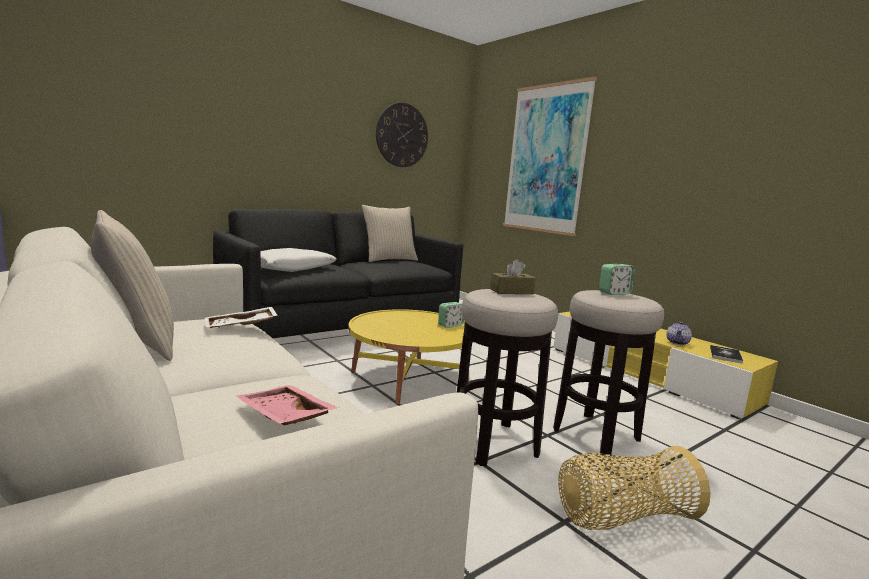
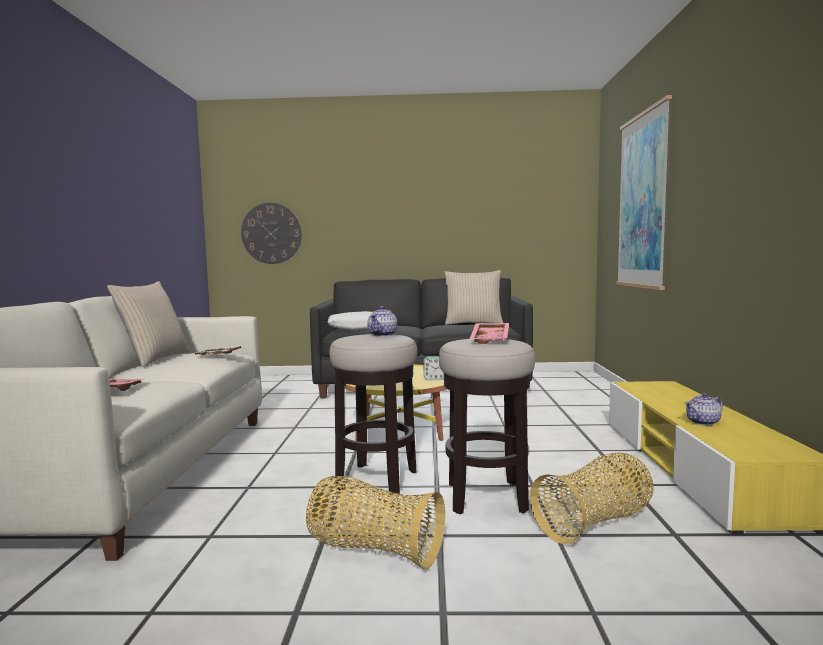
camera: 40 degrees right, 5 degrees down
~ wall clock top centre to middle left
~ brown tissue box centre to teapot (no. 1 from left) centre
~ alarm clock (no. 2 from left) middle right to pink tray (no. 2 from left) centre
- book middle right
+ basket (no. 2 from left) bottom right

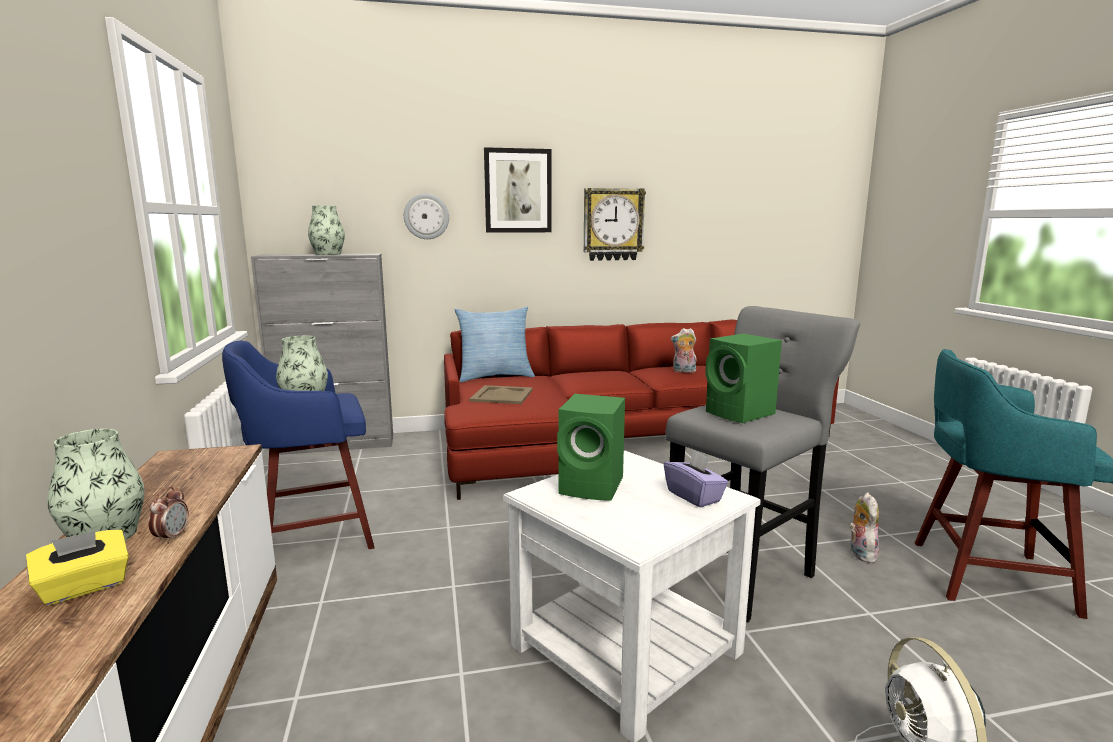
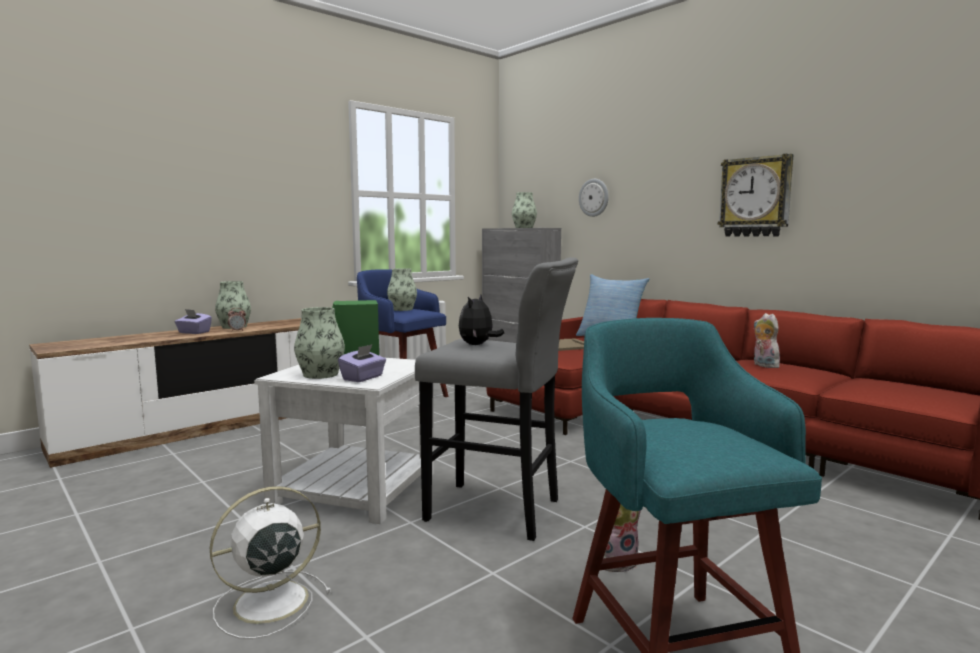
camera: 60 degrees right, 5 degrees down
- picture top centre
~ green speaker (no. 2 from left) middle right to plush toy (no. 1 from left) centre
~ yellow tissue box bottom left to purple tissue box (no. 1 from left) middle left
+ vase (no. 2 from left) middle left

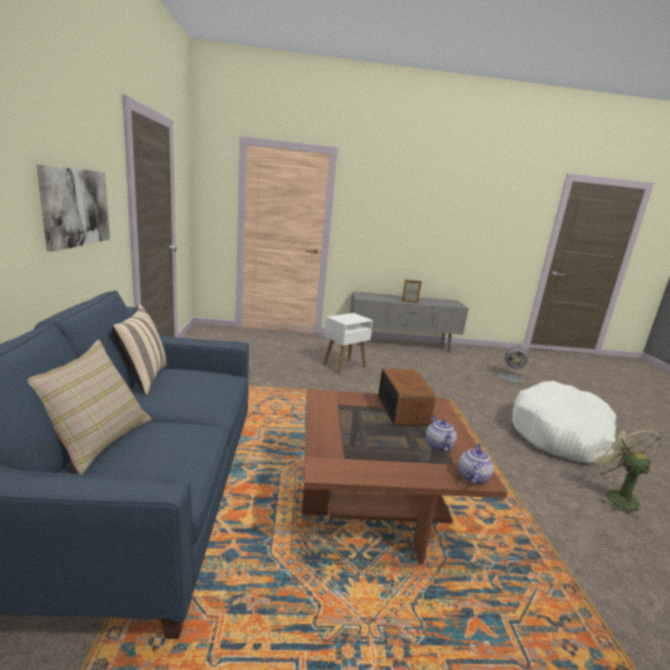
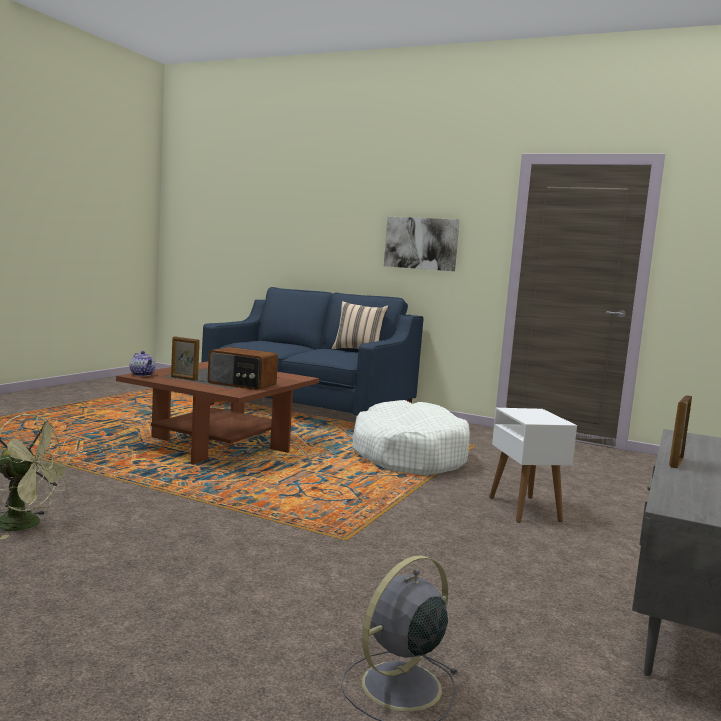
camera: 120 degrees right, 10 degrees down
- beige pillow (no. 1 from left) middle left
~ white dog bed middle right to centre
~ teapot (no. 1 from left) centre to picture frame (no. 1 from left) middle left

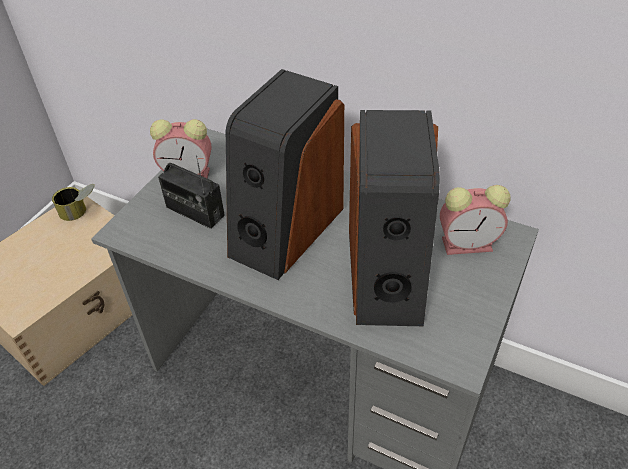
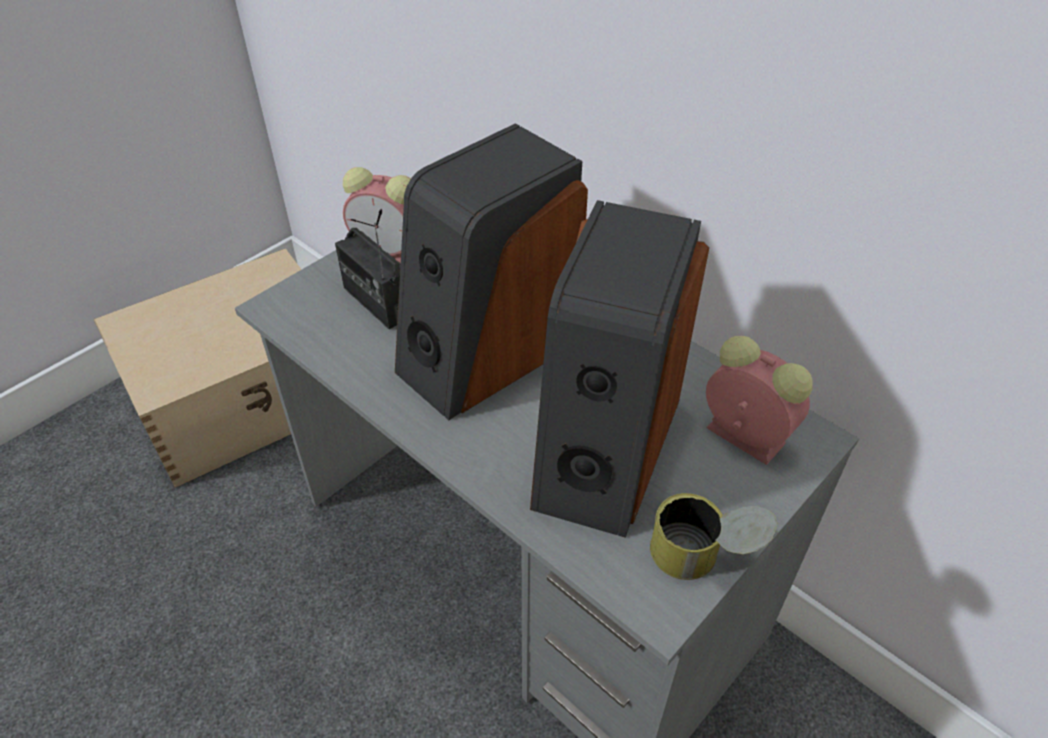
camera: 15 degrees right, 0 degrees up
~ can middle left to bottom right
~ alarm clock (no. 2 from left) middle right = middle right 150 degrees counterclockwise

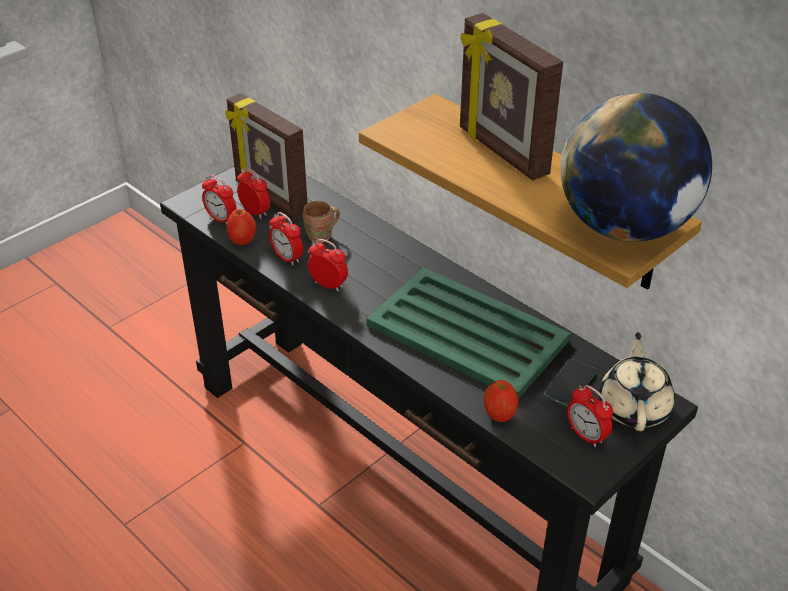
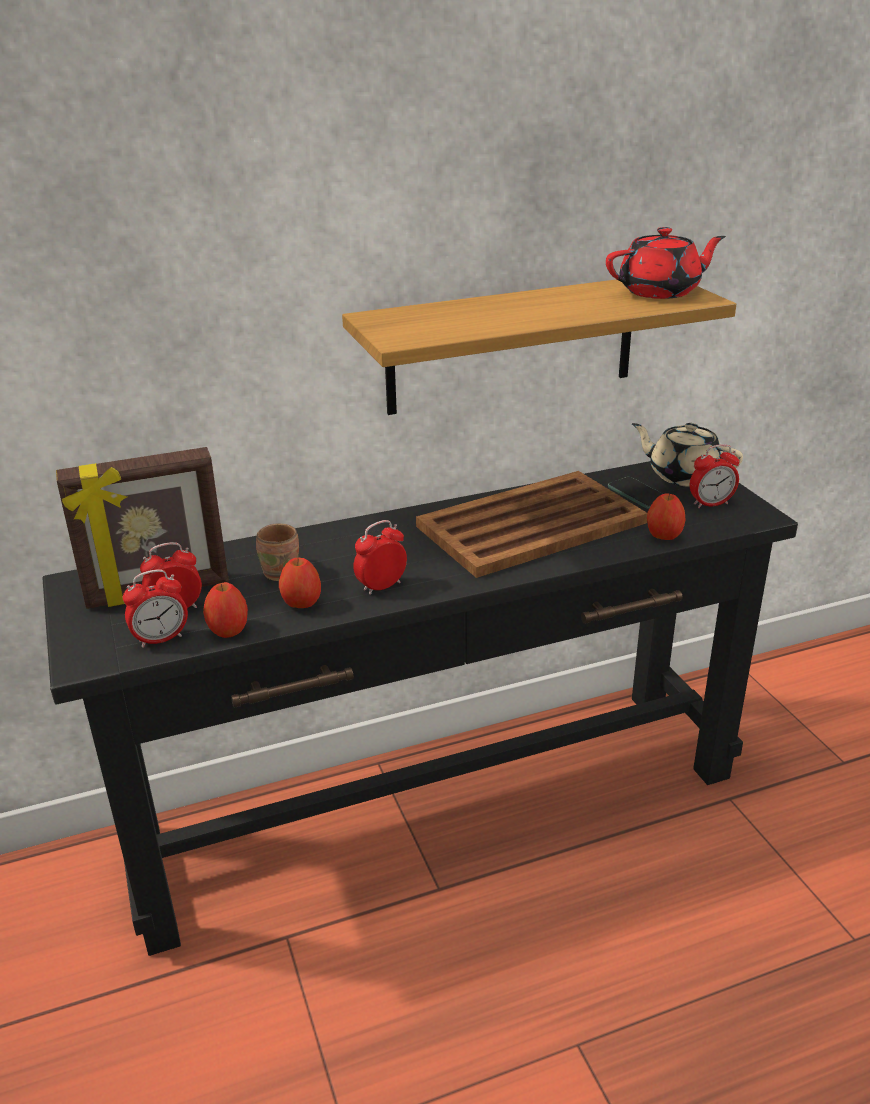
camera: 65 degrees left, 10 degrees down
- picture frame (no. 2 from left) top centre
~ globe top right to red teapot top right
~ alarm clock (no. 3 from left) centre to apple (no. 2 from left) centre
~ green tray centre to brown tray centre

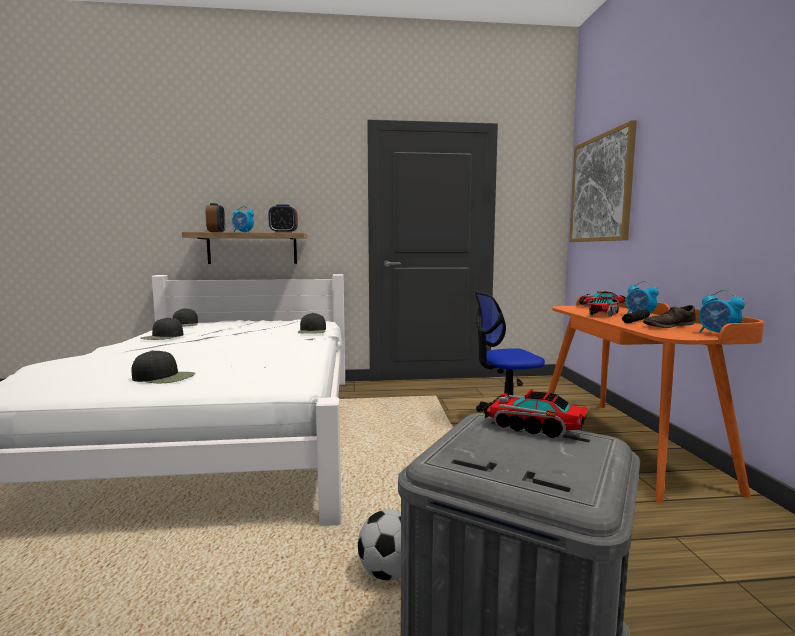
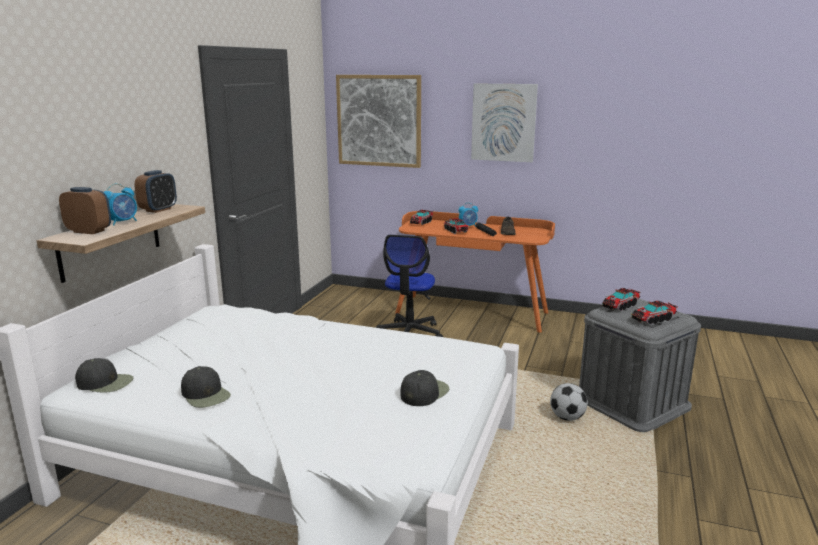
camera: 65 degrees left, 10 degrees up
- alarm clock (no. 5 from left) middle right
- black cap (no. 4 from left) centre
+ picture (no. 2 from left) top centre
+ toy truck (no. 4 from left) middle right

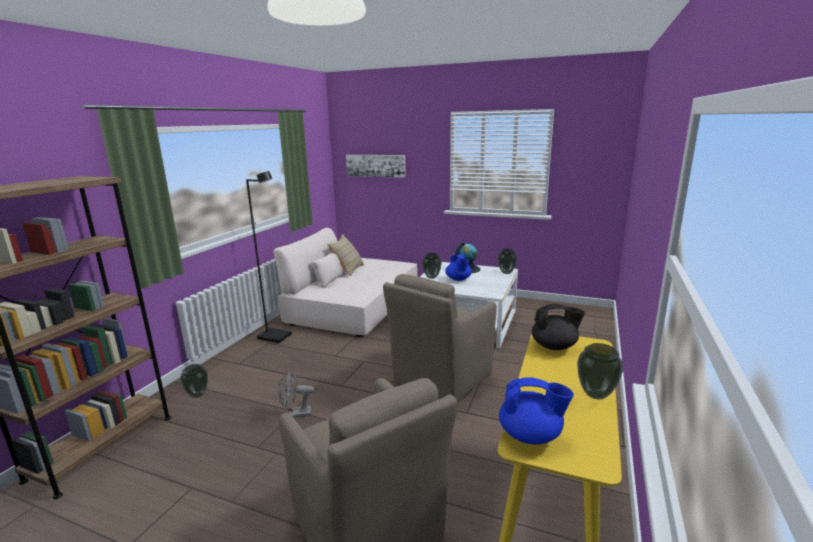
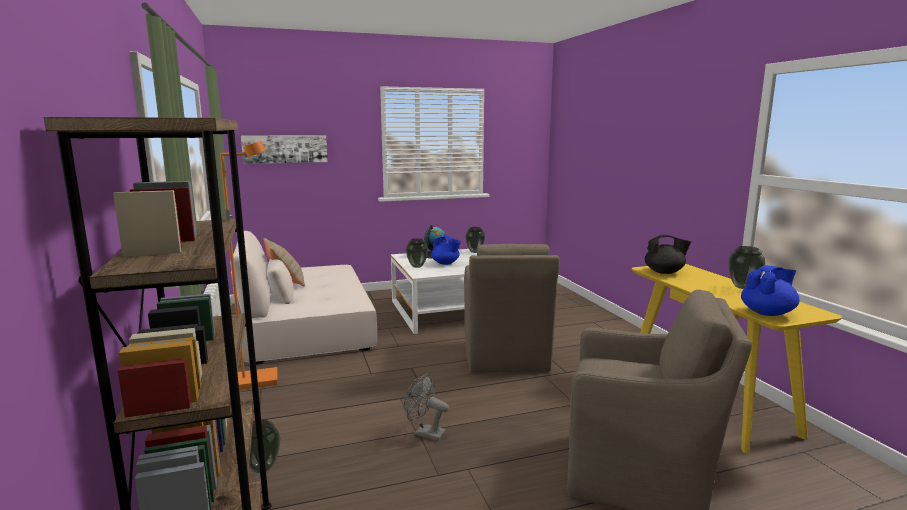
camera: 40 degrees left, 5 degrees down
~ black floor lamp middle left to orange floor lamp middle left
~ black teapot middle right = middle right 45 degrees clockwise
~ grey fan bottom centre = bottom centre 75 degrees clockwise

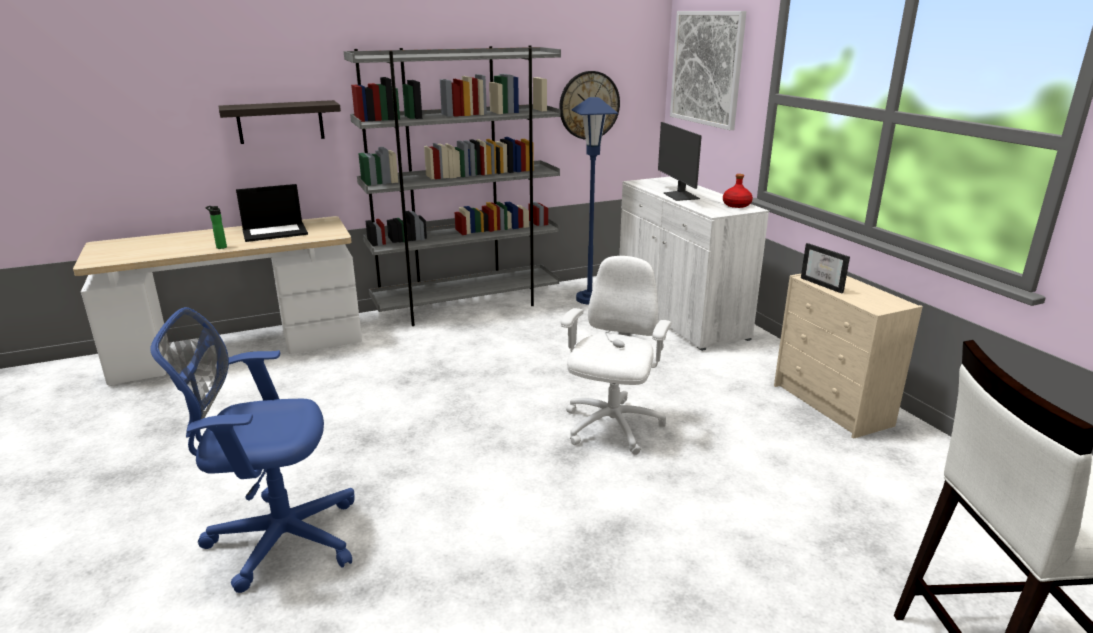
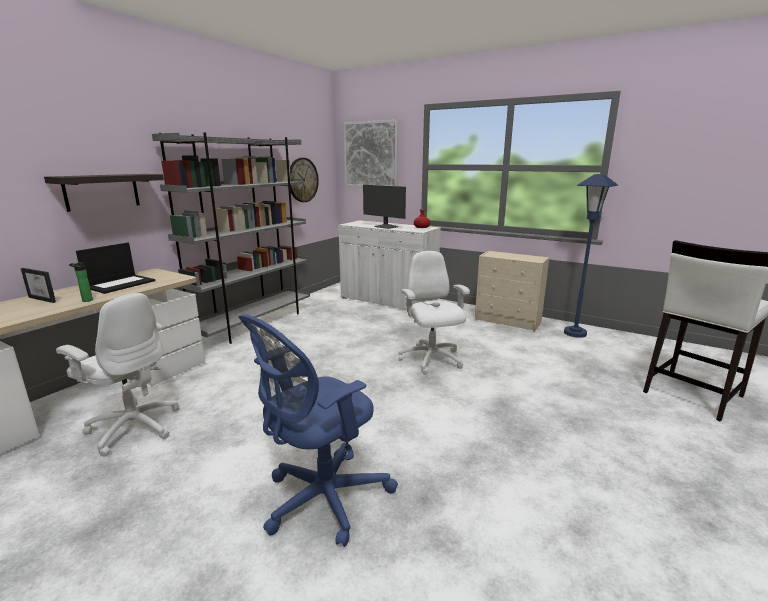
camera: 35 degrees left, 5 degrees down
~ blue floor lamp top centre to middle right
~ picture frame middle right to middle left
+ white office chair (no. 1 from left) middle left

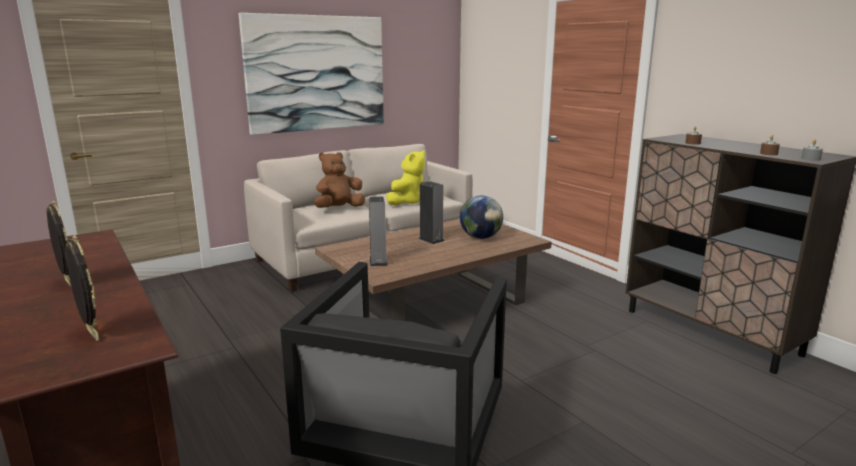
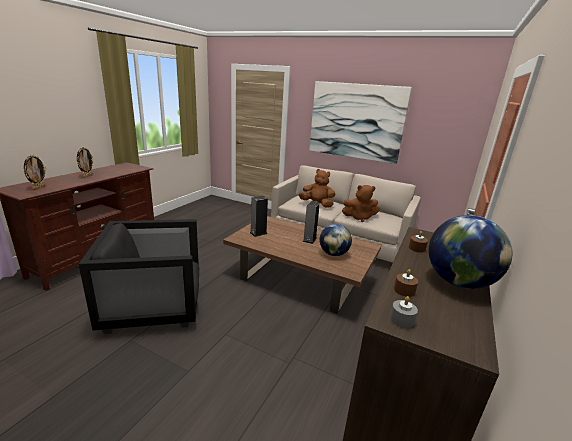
camera: 60 degrees right, 5 degrees up
~ yellow plush toy centre to brown plush toy (no. 2 from left) centre
+ globe (no. 2 from left) middle right

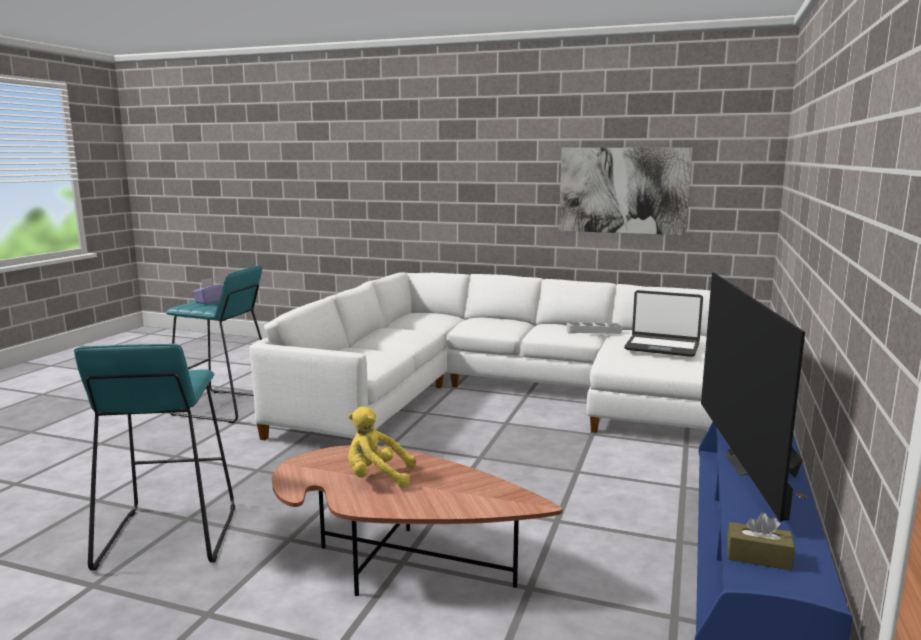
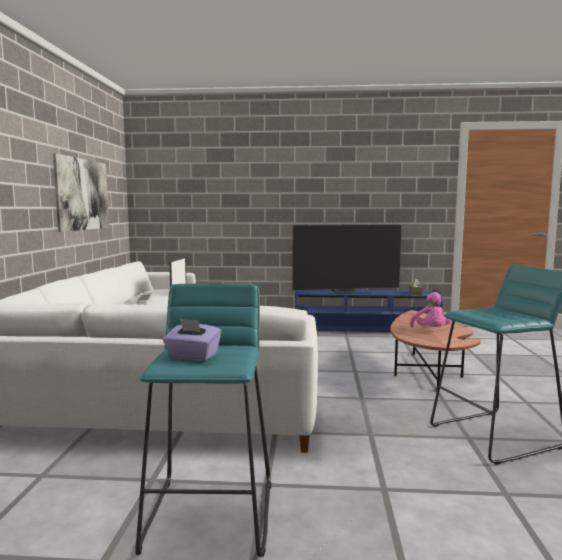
camera: 105 degrees left, 5 degrees down
~ yellow plush toy bottom centre to pink plush toy middle right

